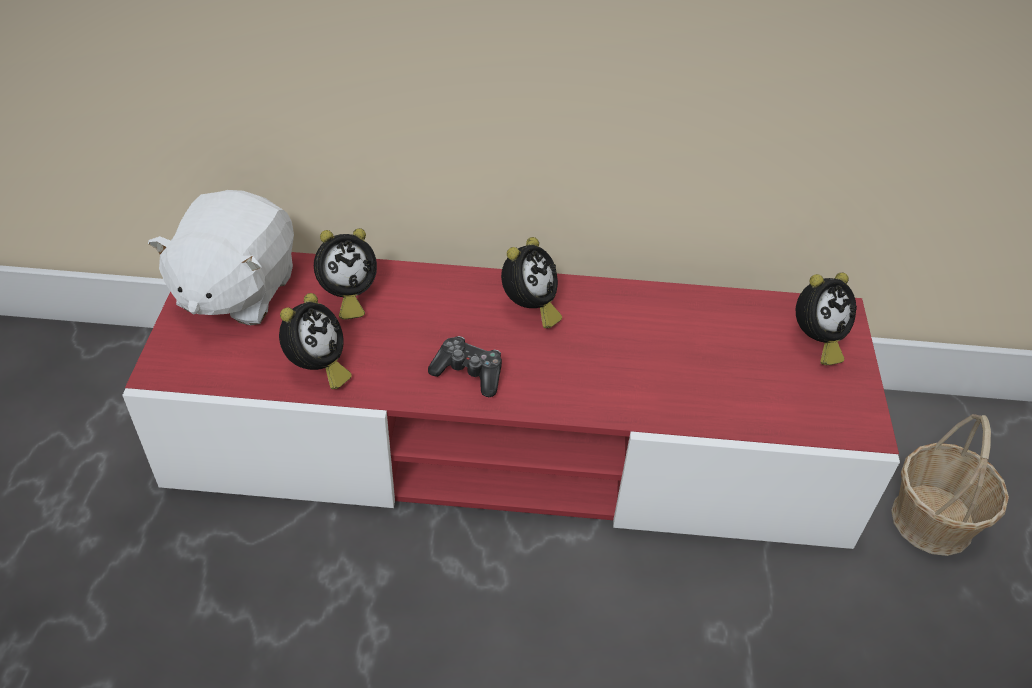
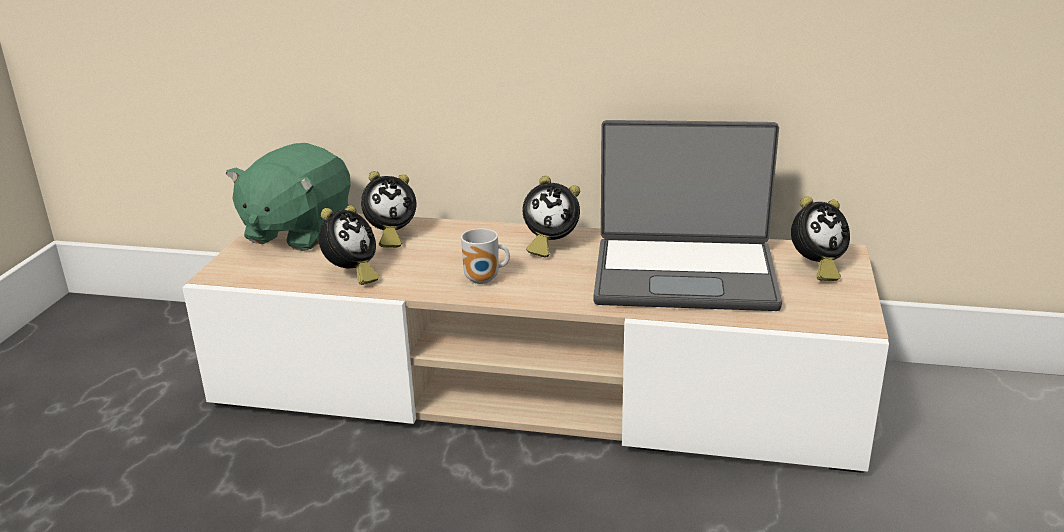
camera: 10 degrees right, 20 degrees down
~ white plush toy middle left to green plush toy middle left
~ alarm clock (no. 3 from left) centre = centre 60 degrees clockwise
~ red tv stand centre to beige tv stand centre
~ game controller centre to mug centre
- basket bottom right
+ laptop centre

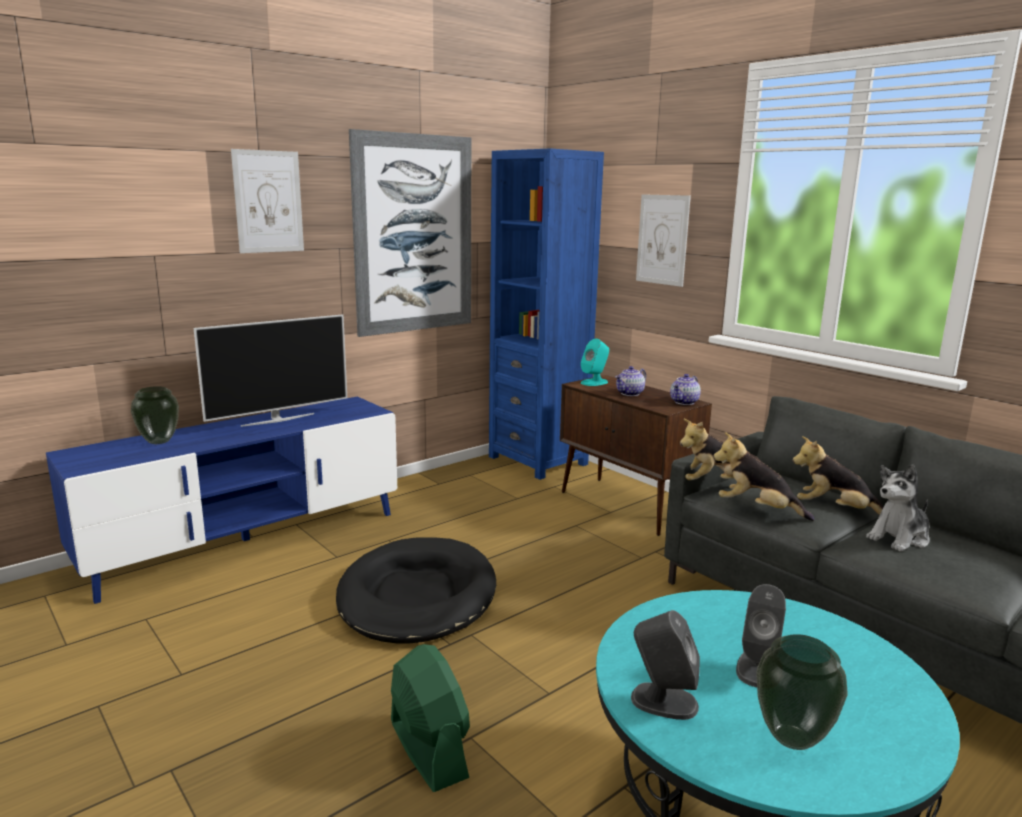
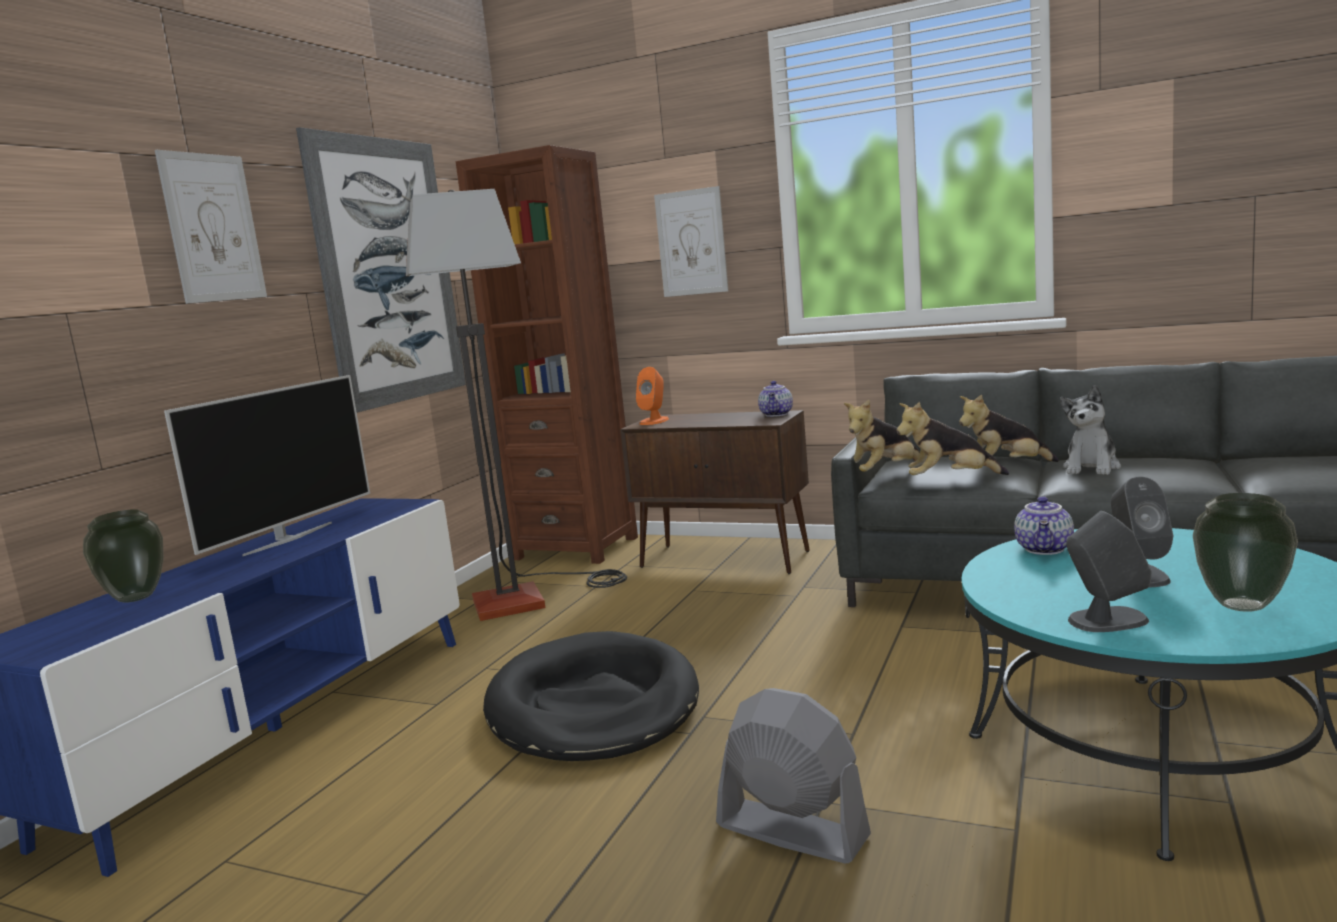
camera: 25 degrees left, 5 degrees down
~ blue bookcase centre to brown bookcase centre
~ turquoise speaker centre to orange speaker centre
~ teapot (no. 1 from left in the first image) centre to teapot (no. 2 from left) middle right
~ green fan bottom centre to grey fan bottom centre
+ floor lamp centre

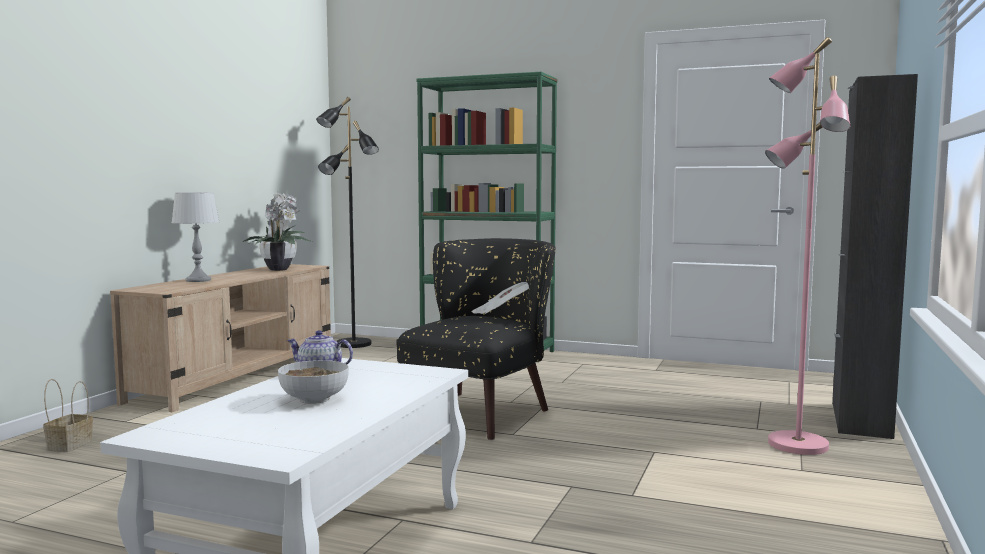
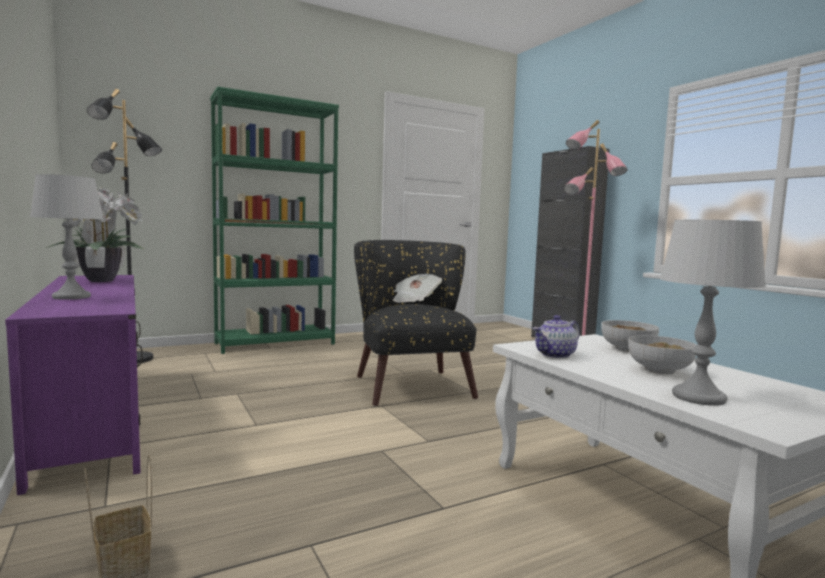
camera: 50 degrees left, 0 degrees up
~ beige tv stand middle left to purple tv stand middle left
+ grey table lamp (no. 2 from left) middle right
+ bowl (no. 1 from left) middle right

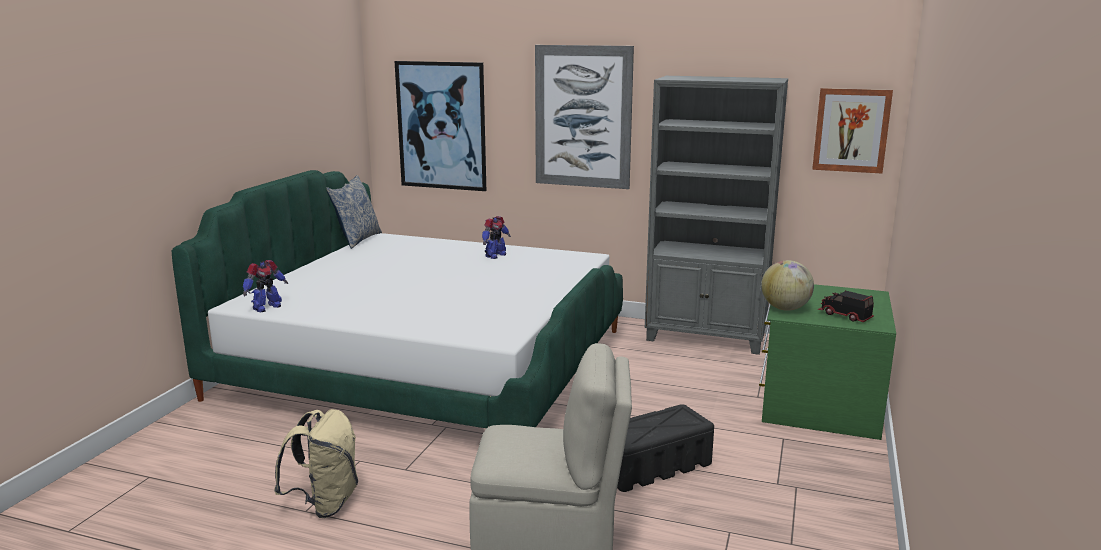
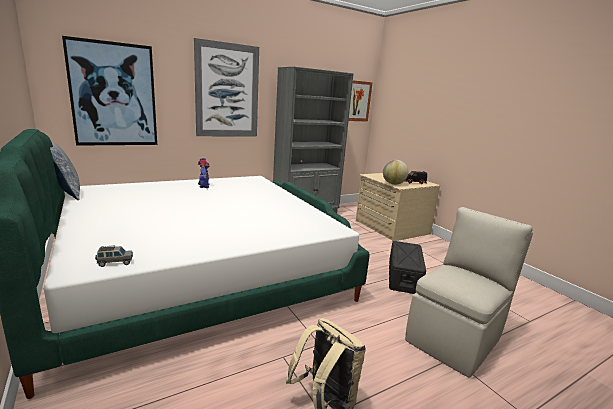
camera: 50 degrees left, 0 degrees up
~ toy robot (no. 1 from left) middle left to grey toy car middle left
~ green dresser middle right to beige dresser centre

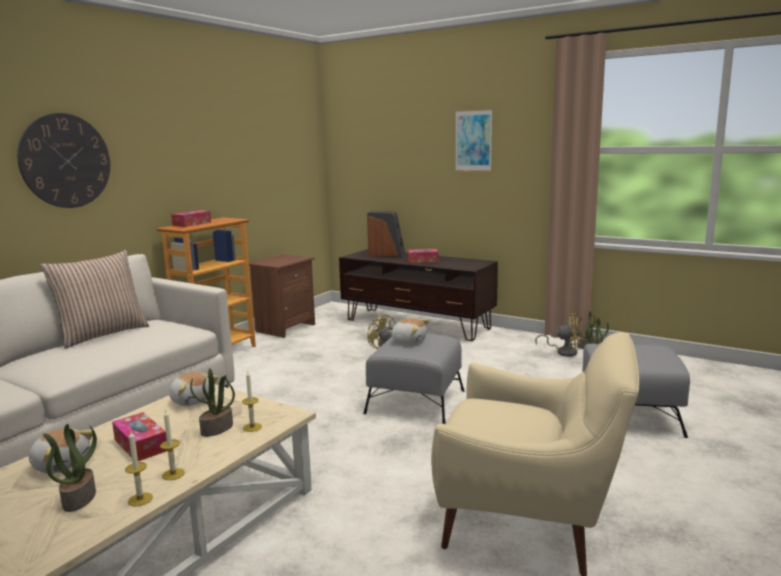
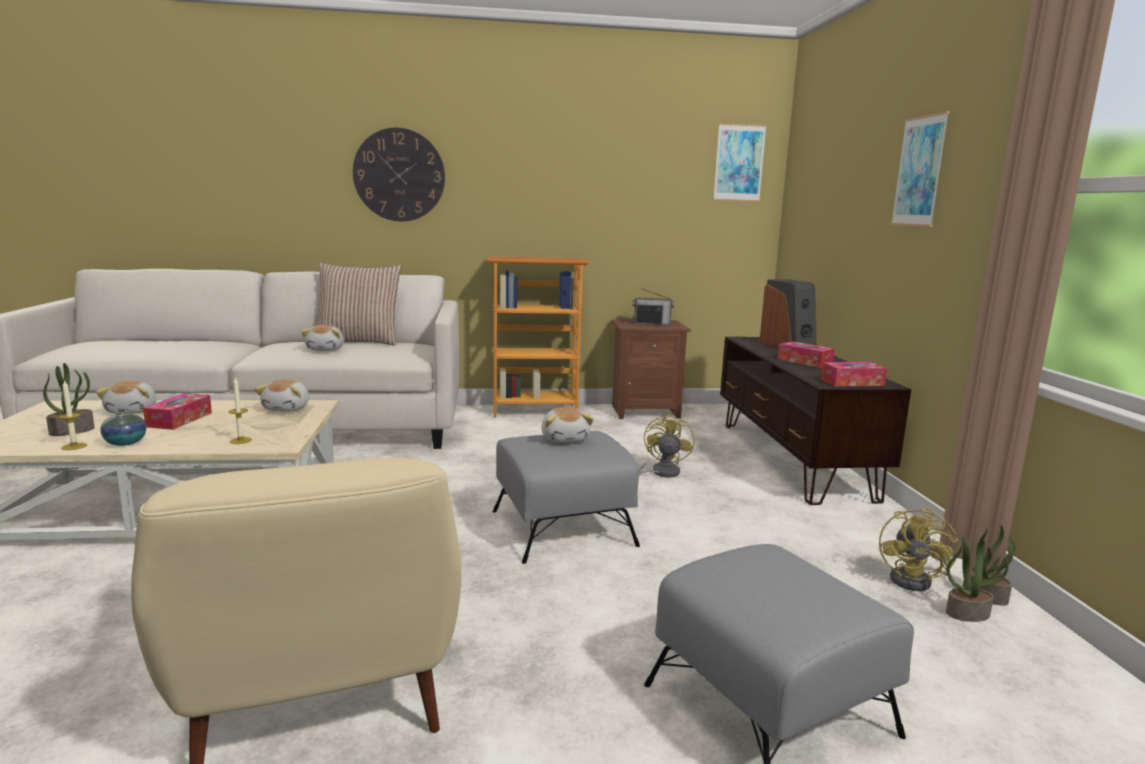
camera: 50 degrees right, 0 degrees up
~ tissue box (no. 2 from left in the first image) middle left to tissue box (no. 3 from left) middle right
~ yellow fan (no. 2 from left) middle right = bottom right 45 degrees clockwise
- potted plant (no. 2 from left) bottom left
~ candle (no. 2 from left) bottom left to vase middle left
+ picture (no. 1 from left) top centre
+ radio centre
+ plush toy (no. 3 from left) middle left

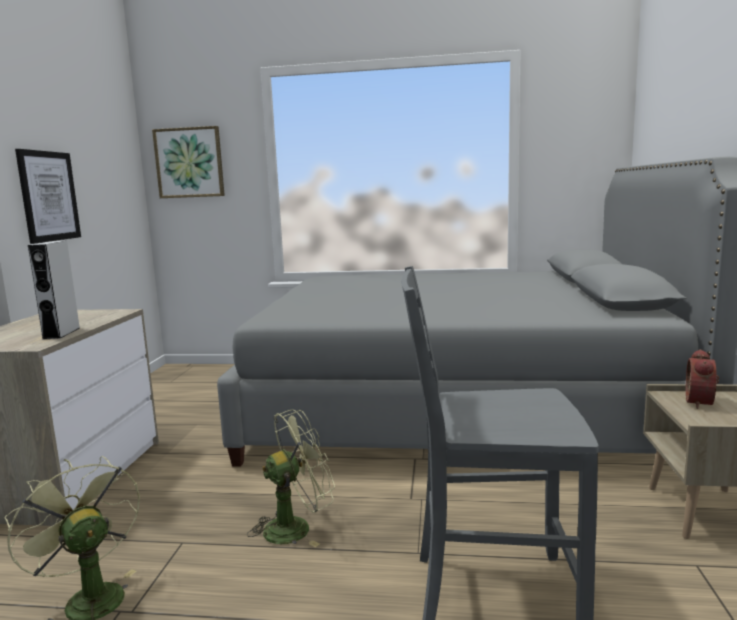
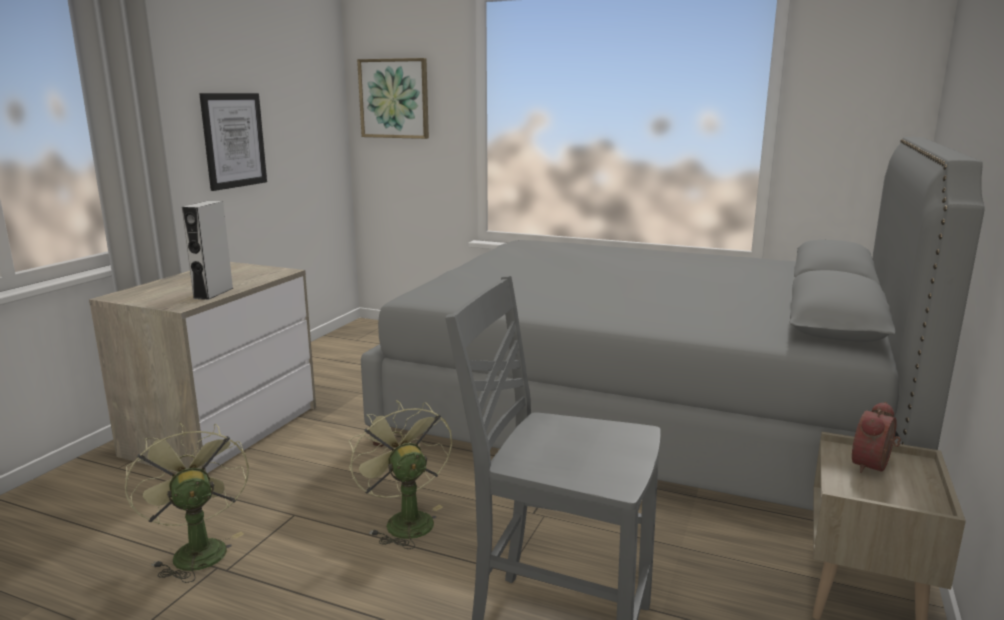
camera: 15 degrees right, 5 degrees up
~ green fan (no. 2 from left) bottom centre = bottom centre 105 degrees counterclockwise

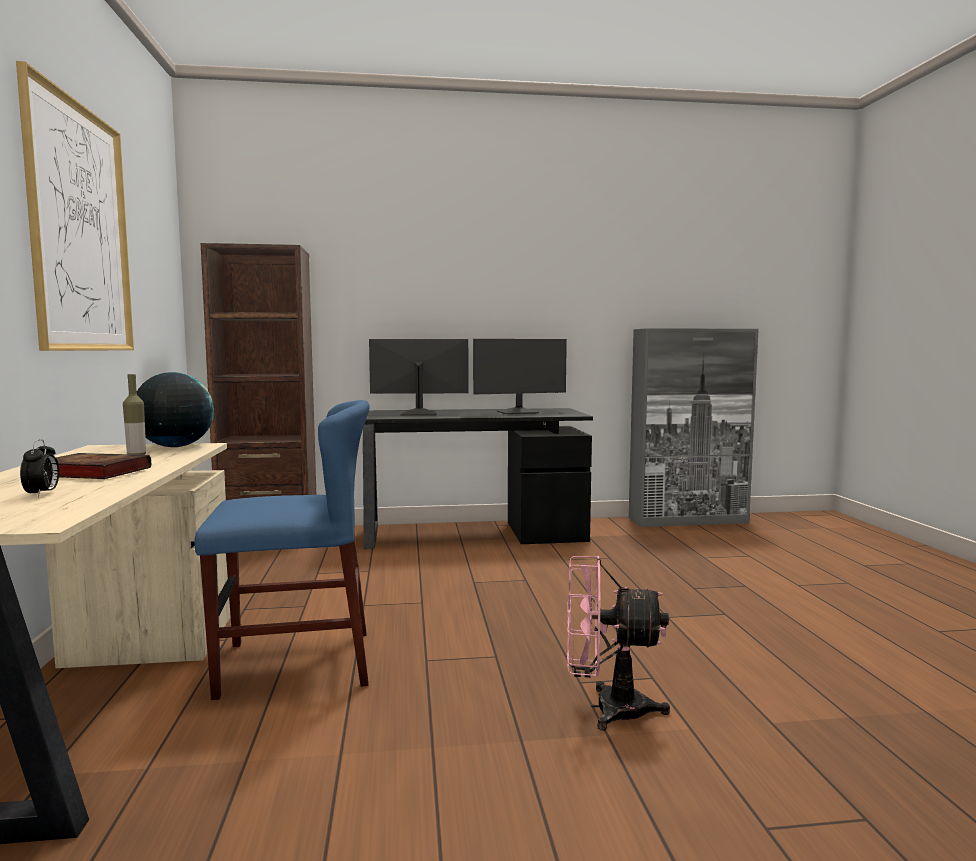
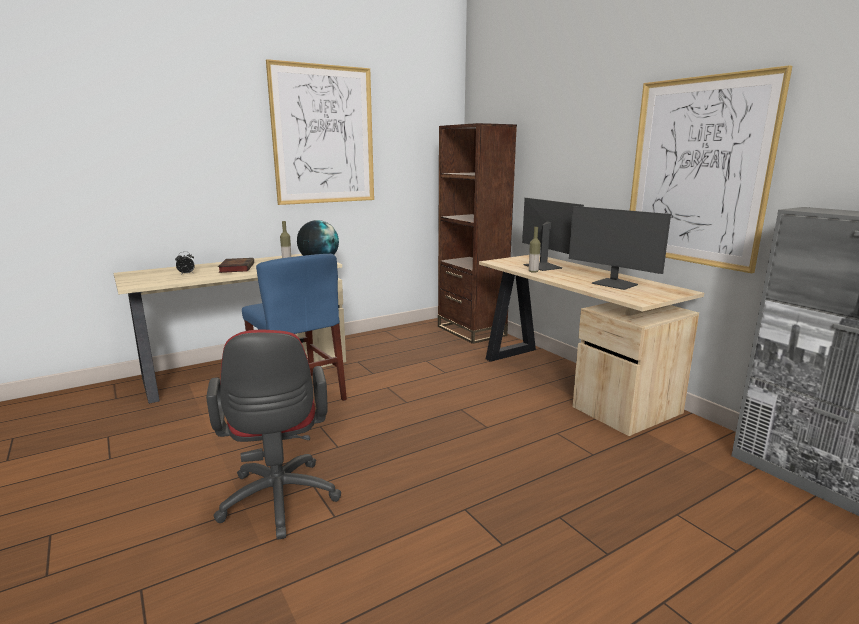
camera: 65 degrees right, 10 degrees up
~ black desk centre to beige desk (no. 2 from left) middle right
~ pink fan bottom centre to red office chair bottom left
+ picture (no. 2 from left) top right
+ bottle (no. 2 from left) centre

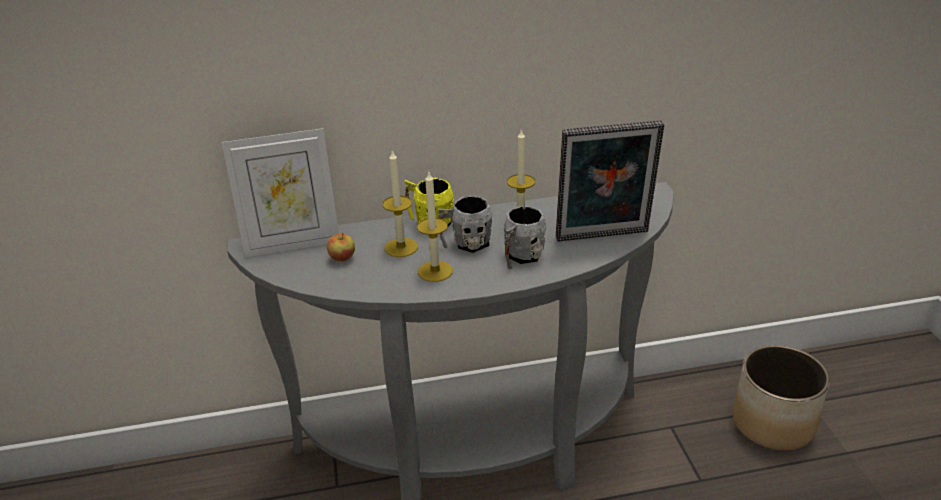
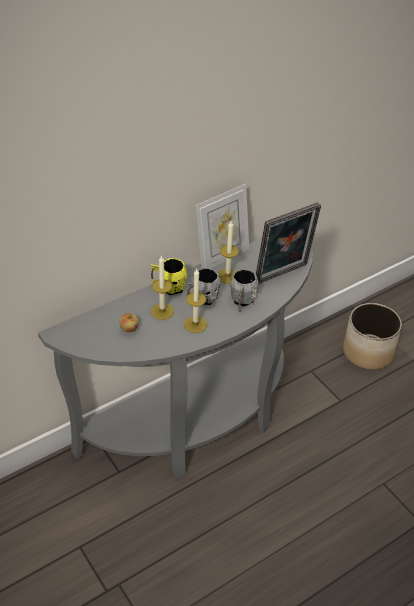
camera: 25 degrees left, 10 degrees up
~ picture frame (no. 1 from left) middle left to centre

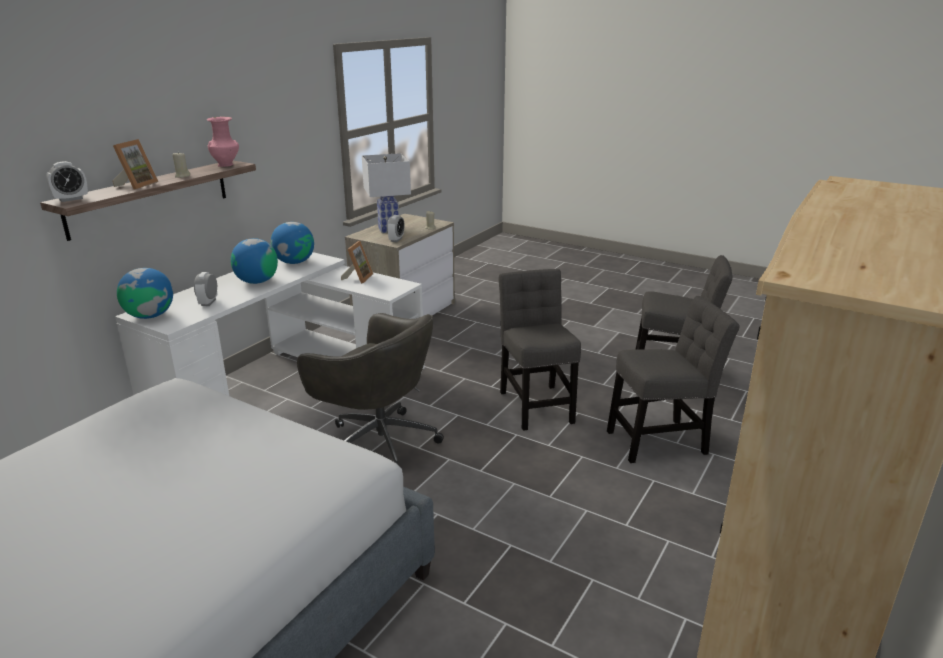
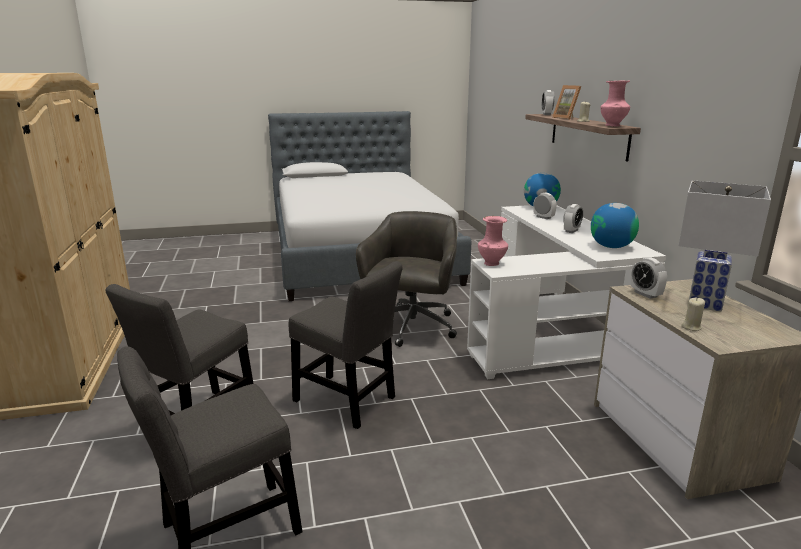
camera: 135 degrees right, 5 degrees down
~ globe (no. 2 from left) middle left to alarm clock (no. 3 from left) middle right
- picture frame (no. 2 from left) centre
~ grey office chair centre = centre 120 degrees clockwise
+ pink vase (no. 1 from left) centre

